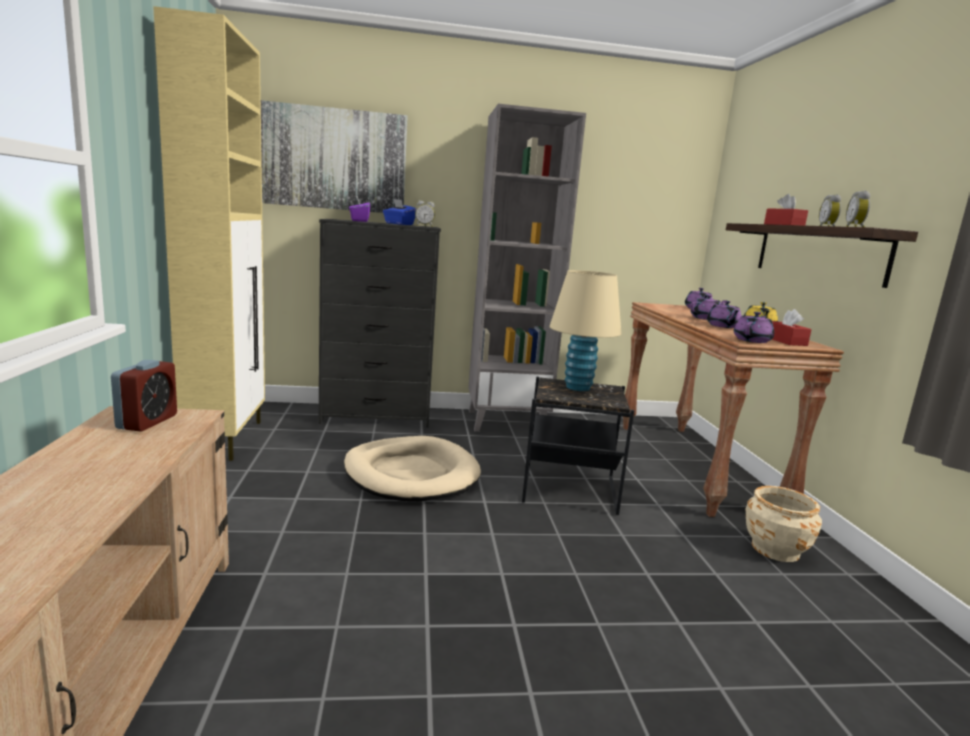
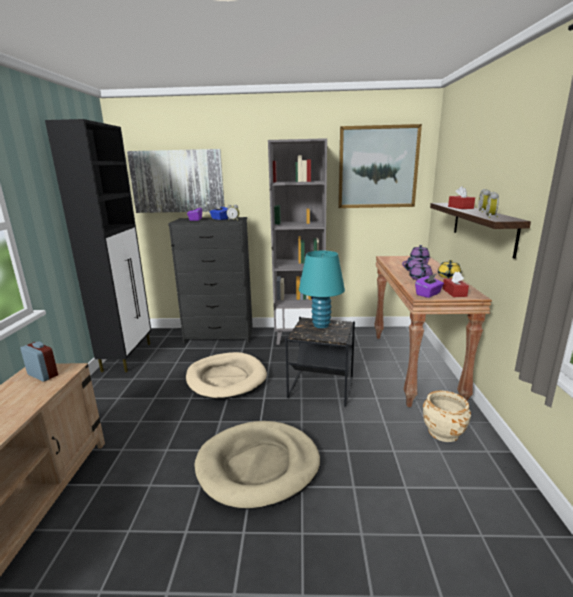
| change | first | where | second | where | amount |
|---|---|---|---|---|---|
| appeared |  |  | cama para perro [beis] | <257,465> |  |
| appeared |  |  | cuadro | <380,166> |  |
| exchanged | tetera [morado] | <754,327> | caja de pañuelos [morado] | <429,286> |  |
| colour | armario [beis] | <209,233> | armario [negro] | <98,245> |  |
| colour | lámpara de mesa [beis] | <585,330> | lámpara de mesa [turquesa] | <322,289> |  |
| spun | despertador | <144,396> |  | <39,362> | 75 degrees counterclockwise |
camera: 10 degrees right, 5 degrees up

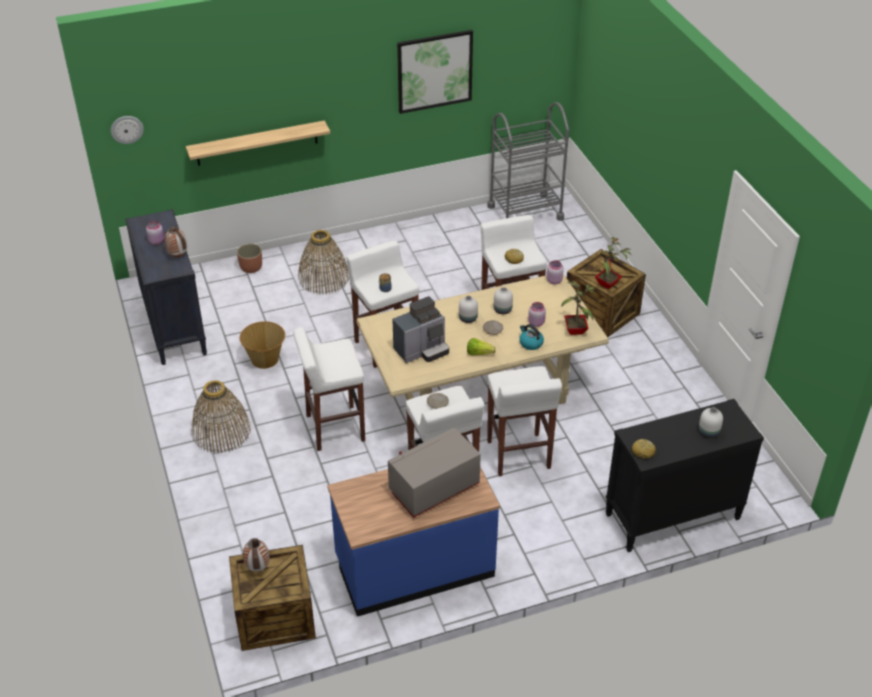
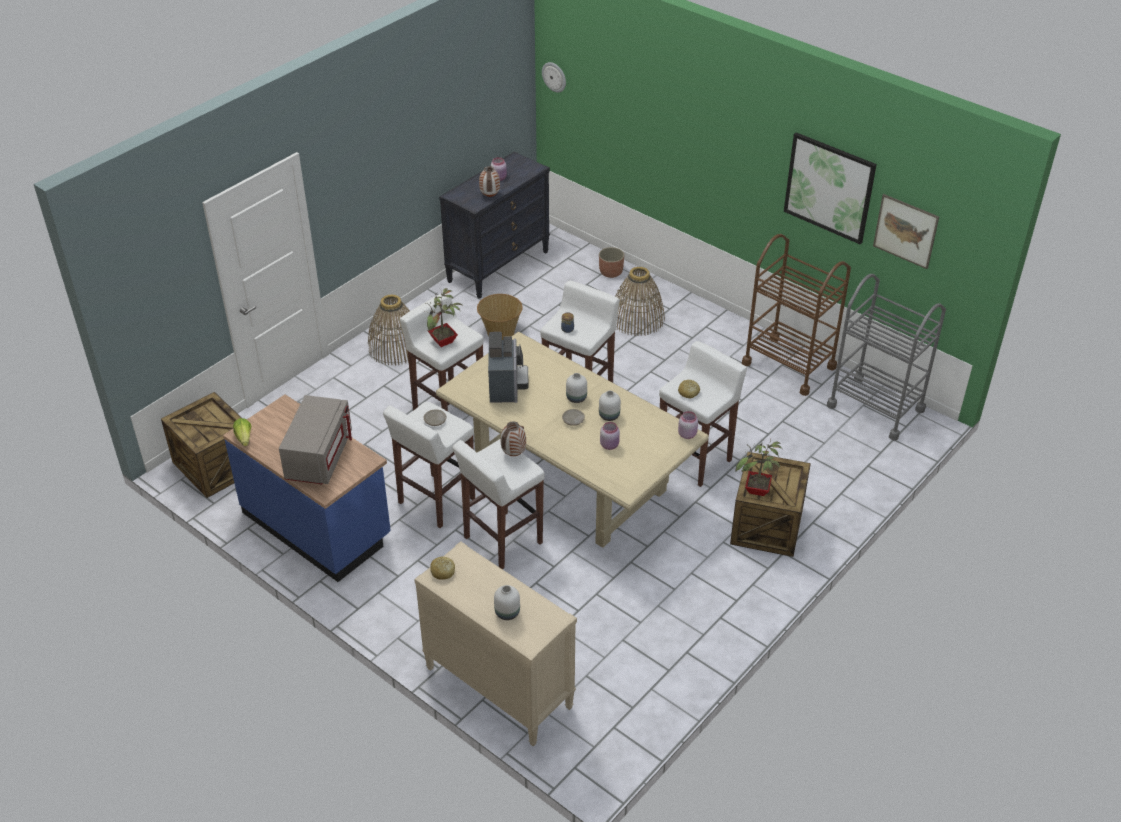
| change | first | where | second | where | amount |
|---|---|---|---|---|---|
| missing | estante | <258,143> |  |  |  |
| missing | hervidor | <531,337> |  |  |  |
| appeared |  |  | carrito [marrón] | <796,315> |  |
| appeared |  |  | cuadro | <906,231> |  |
| relocated | florero | <256,555> |  | <513,438> |  |
| relocated | lechuga | <481,346> |  | <242,432> |  |
| relocated | planta en maceta | <578,308> |  | <443,317> |  |
| colour | cómoda [negro] | <685,475> | cómoda [beis] | <495,643> |  |
| spun | microondas [gris] | <434,473> |  | <315,439> | 75 degrees clockwise |
| spun | cafetera | <420,329> |  | <508,367> | 120 degrees counterclockwise |
camera: 60 degrees right, 0 degrees up

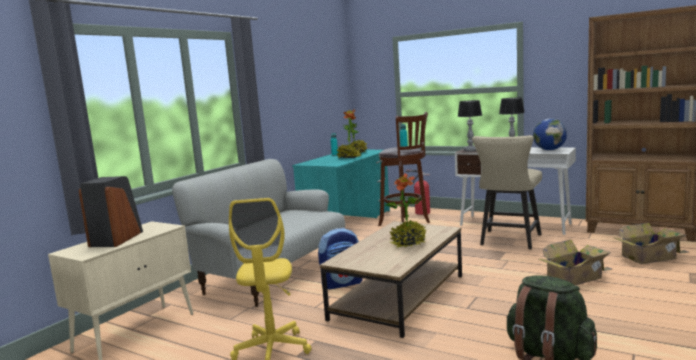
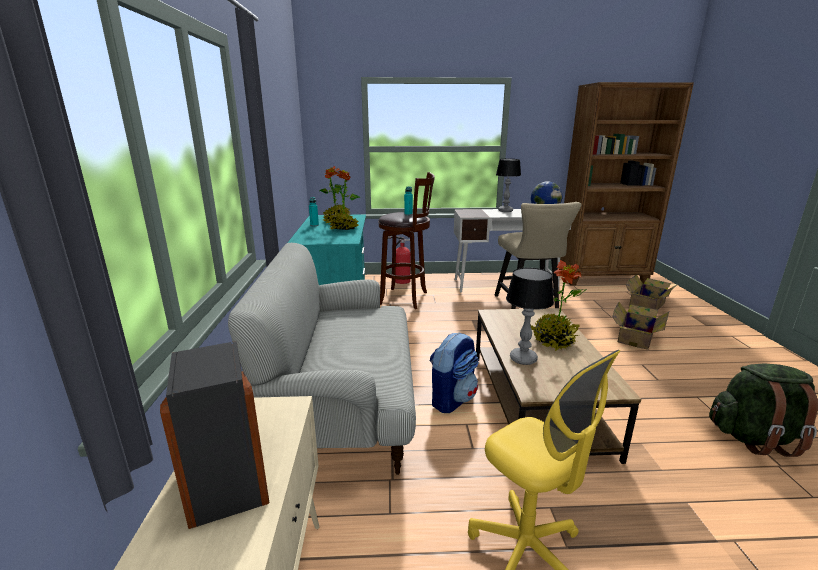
| change | first | where | second | where | amount |
|---|---|---|---|---|---|
| relocated | lámpara de mesa | <470,126> |  | <530,316> |  |
camera: 35 degrees left, 10 degrees up

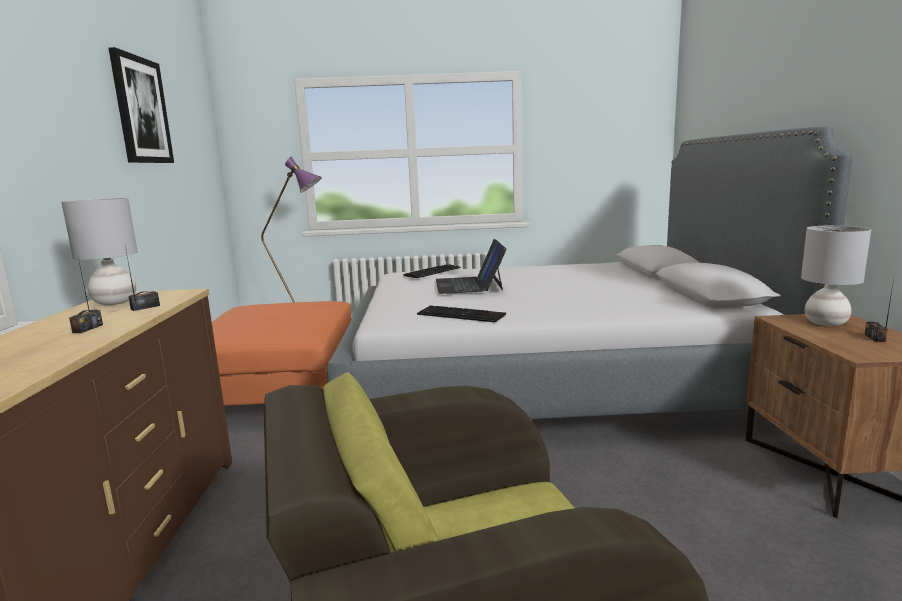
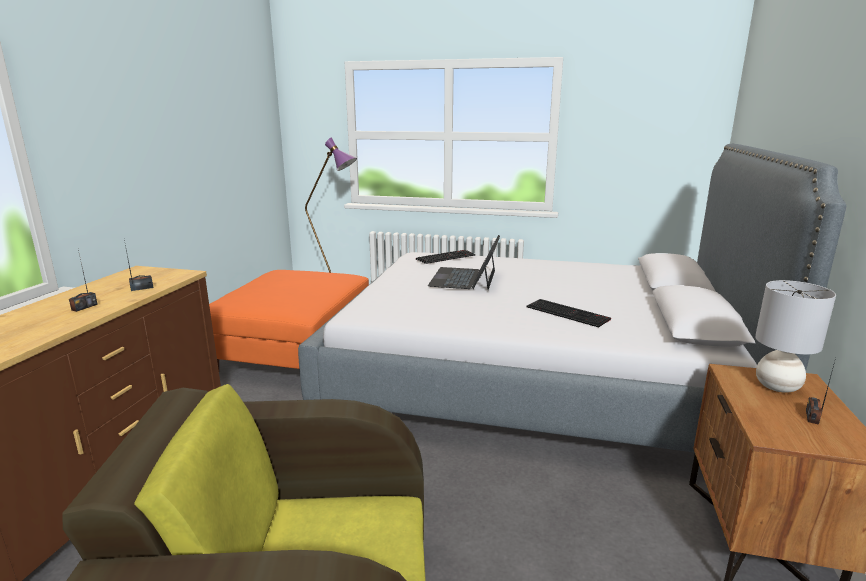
| change | first | where | second | where | amount |
|---|---|---|---|---|---|
| missing | lámpara de mesa [gris] | <99,251> |  |  |  |
| missing | cuadro | <141,105> |  |  |  |
| relocated | teclado | <461,313> |  | <568,313> |  |
camera: 15 degrees right, 5 degrees up

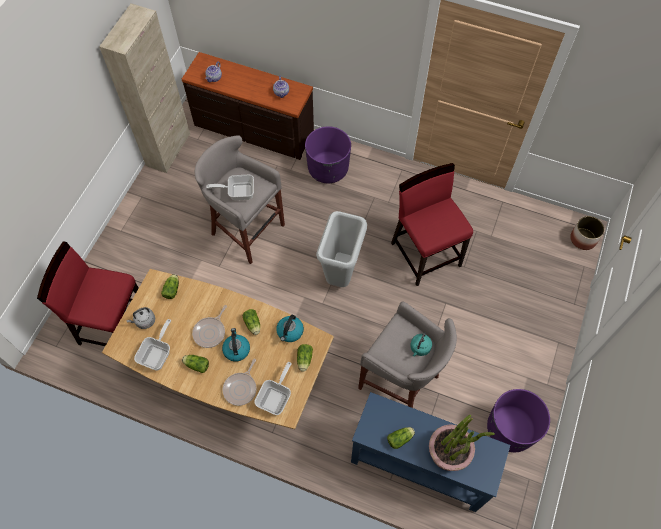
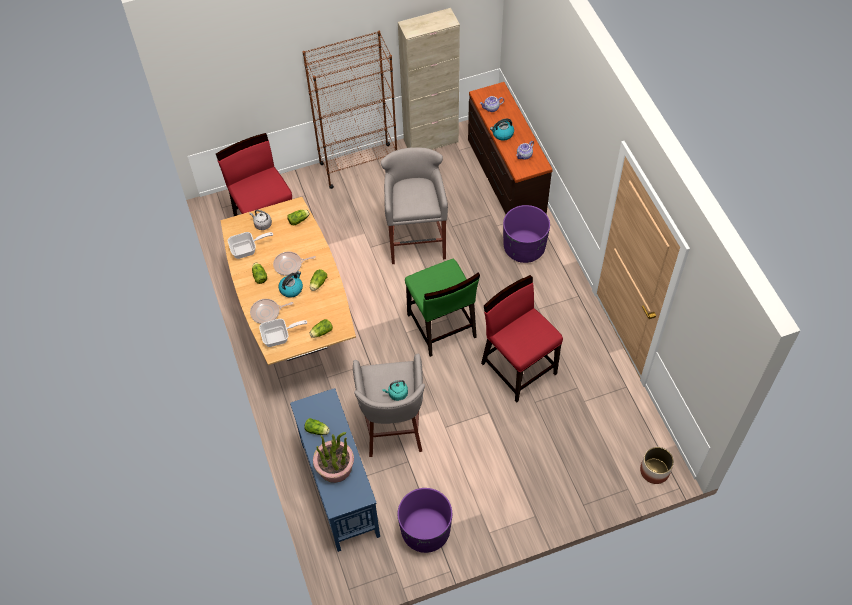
| change | first | where | second | where | amount |
|---|---|---|---|---|---|
| missing | sartén | <230,187> |  |  |  |
| appeared |  |  | estantería [marrón] | <350,110> |  |
| relocated | hervidor | <290,328> |  | <502,130> |  |
| exchanged | papelera [gris] | <341,249> | silla [verde] | <442,308> |  |
| spun | silla [rojo] | <432,224> |  | <522,339> | 60 degrees counterclockwise |
camera: 50 degrees right, 5 degrees down

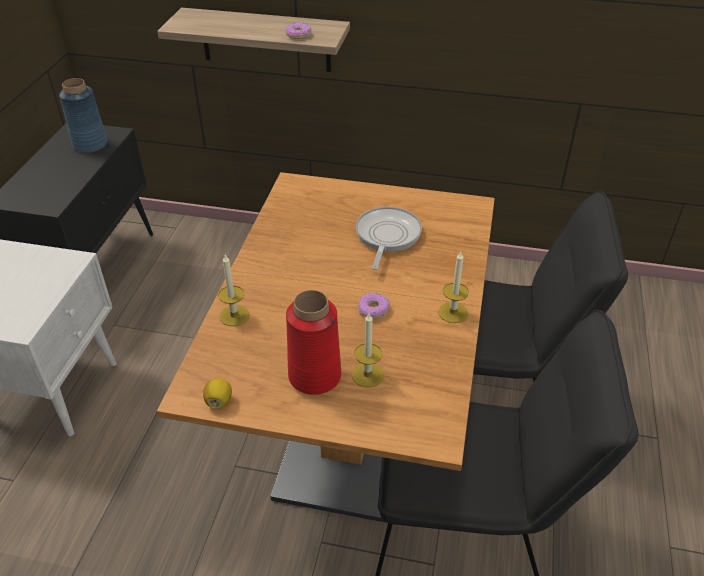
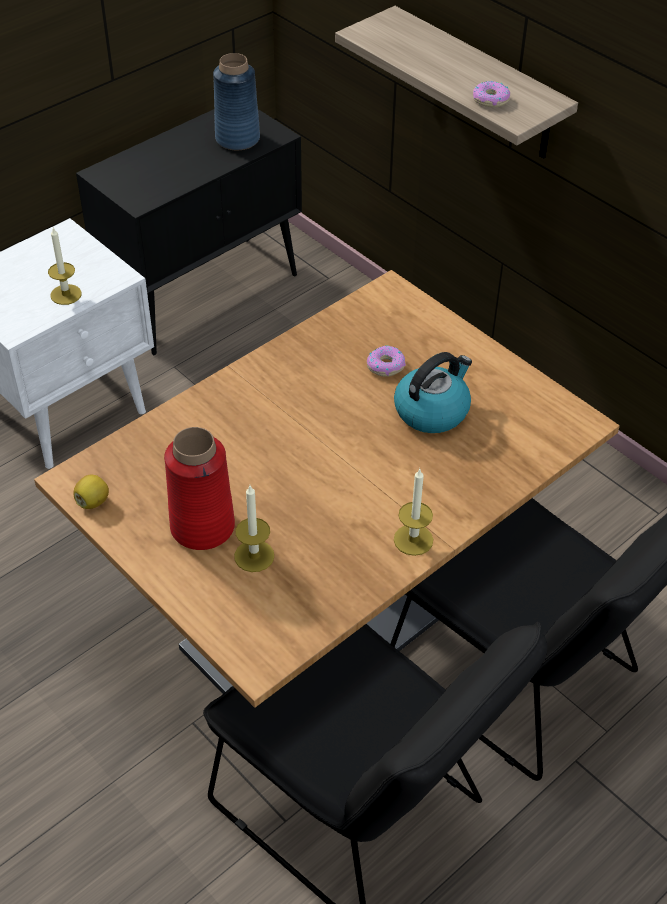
| change | first | where | second | where | amount |
|---|---|---|---|---|---|
| relocated | vela | <234,290> |  | <65,266> |  |
| relocated | rosquilla | <374,306> |  | <386,361> |  |
| exchanged | sartén | <389,238> | hervidor | <433,392> |  |
camera: 35 degrees right, 5 degrees up

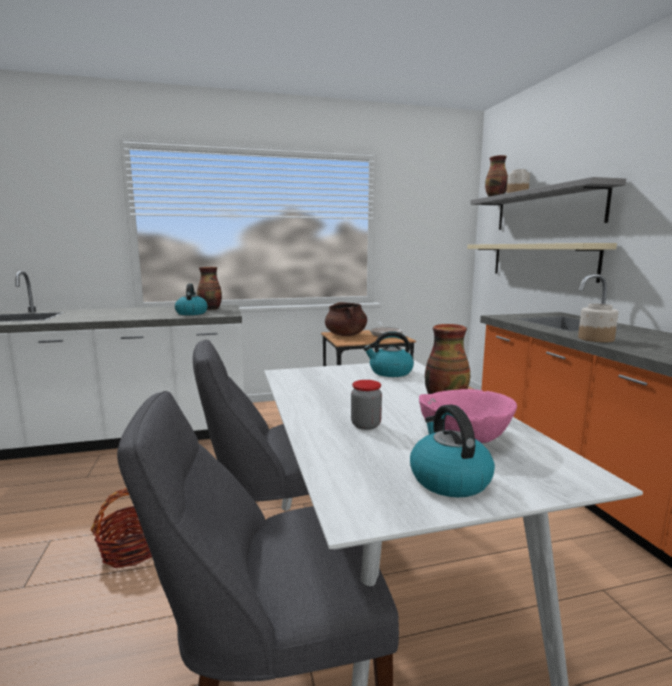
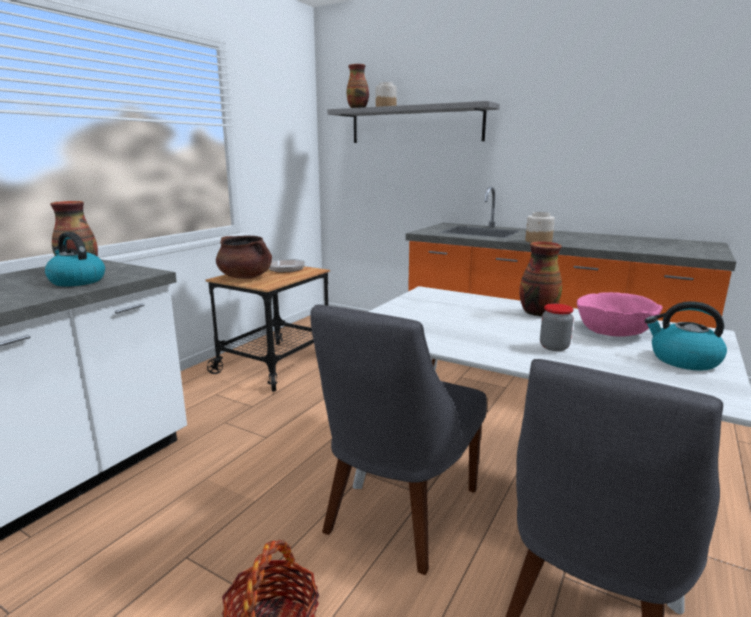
| change | first | where | second | where | amount |
|---|---|---|---|---|---|
| missing | hervidor | <388,354> |  |  |  |
| missing | estante [beis] | <542,263> |  |  |  |
camera: 45 degrees left, 5 degrees up

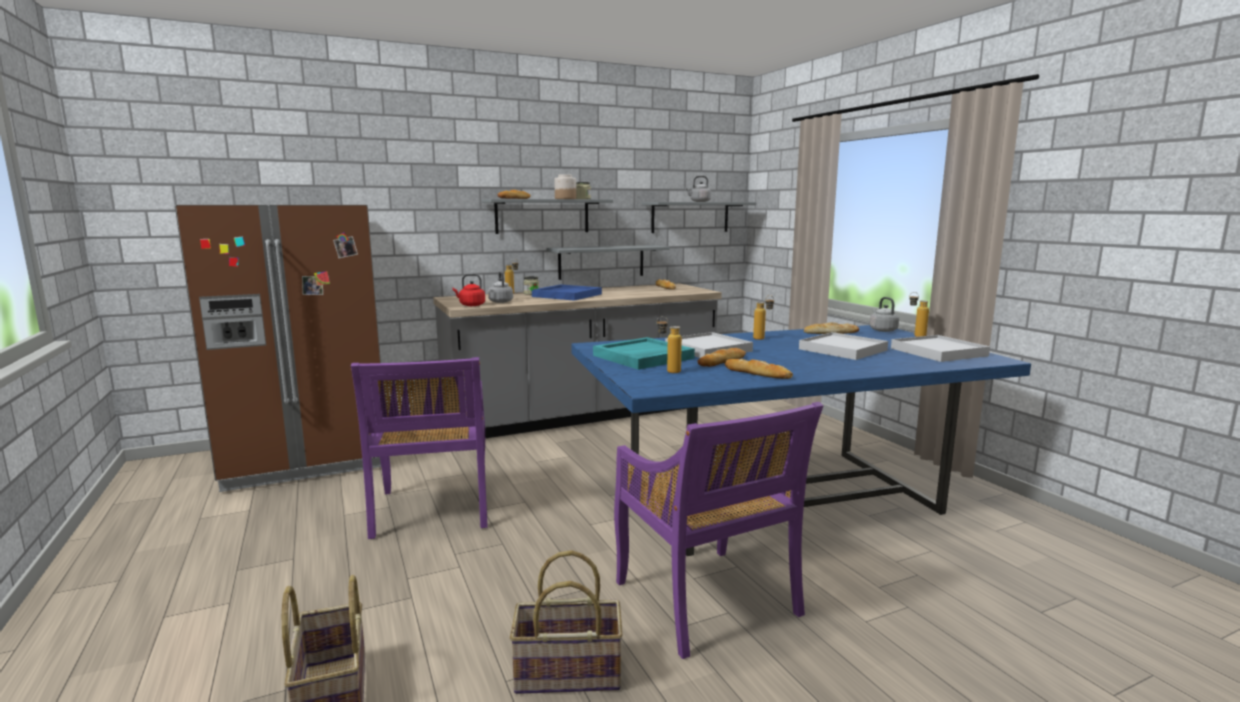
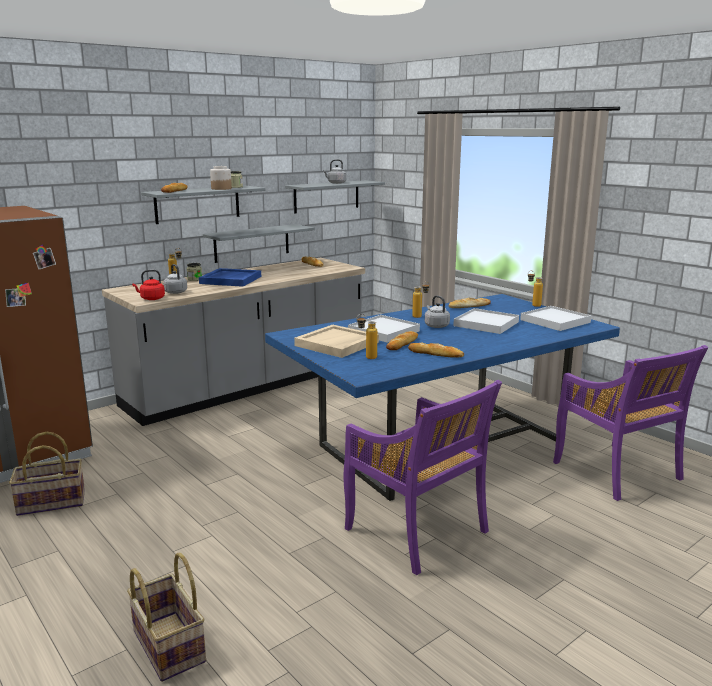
| change | first | where | second | where | amount |
|---|---|---|---|---|---|
| relocated | silla [morado] | <419,448> |  | <630,423> |  |
| relocated | cesta | <566,622> |  | <47,474> |  |
| relocated | hervidor [gris] | <884,314> |  | <437,311> |  |
| colour | bandeja [turquesa] | <644,353> | bandeja [beis] | <336,341> |  |
camera: 15 degrees left, 5 degrees up

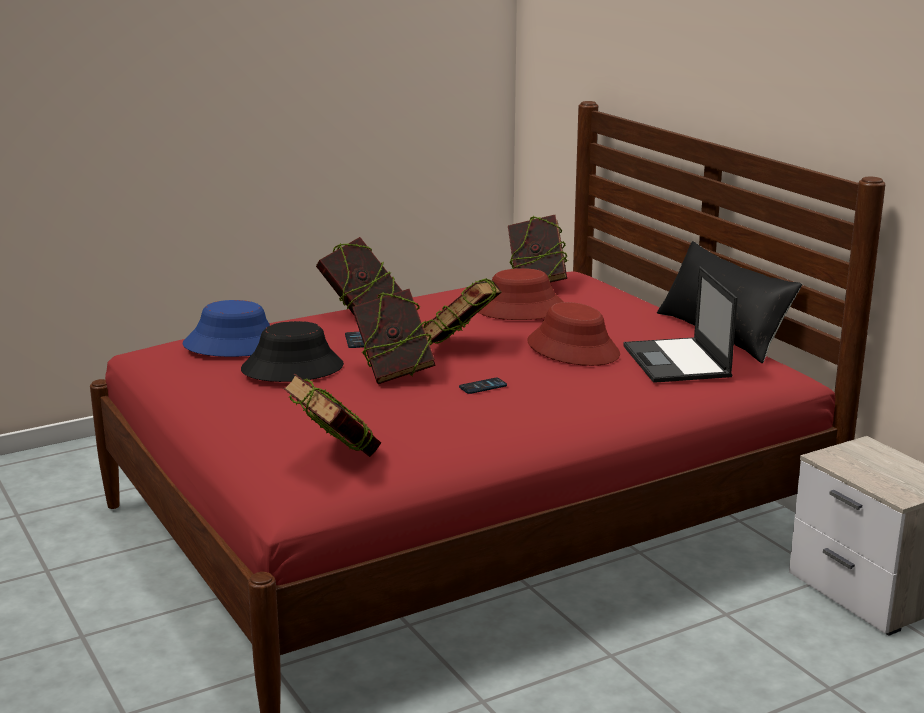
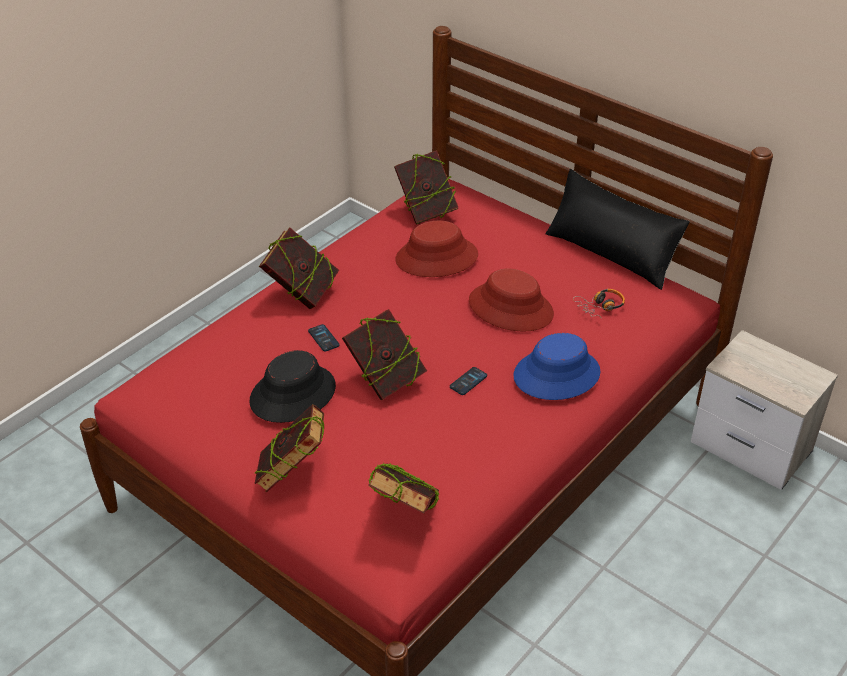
| change | first | where | second | where | amount |
|---|---|---|---|---|---|
| relocated | sombrero [azul] | <226,328> |  | <557,366> |  |
| relocated | libro | <462,311> |  | <289,448> |  |
| exchanged | portátil | <680,325> | auriculares | <599,303> |  |
camera: 20 degrees left, 20 degrees up

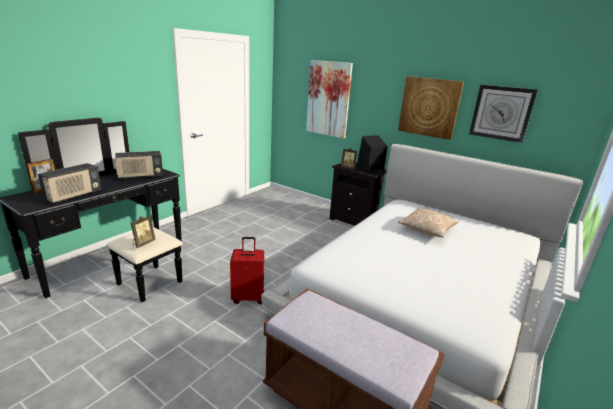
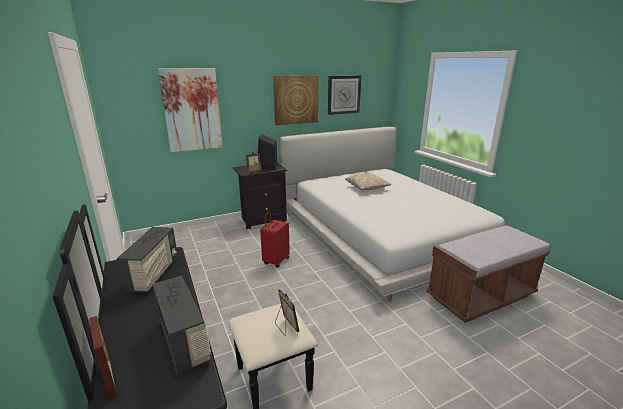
| change | first | where | second | where | amount |
|---|---|---|---|---|---|
| relocated | maleta [rojo] | <247,270> |  | <275,240> |  |
camera: 60 degrees left, 0 degrees up

